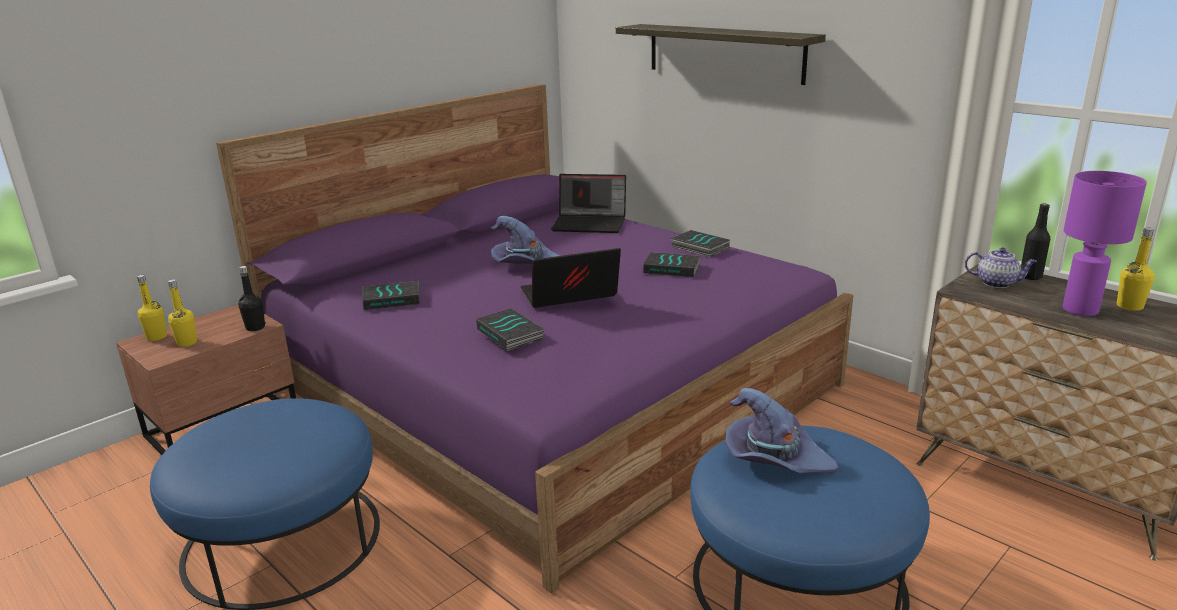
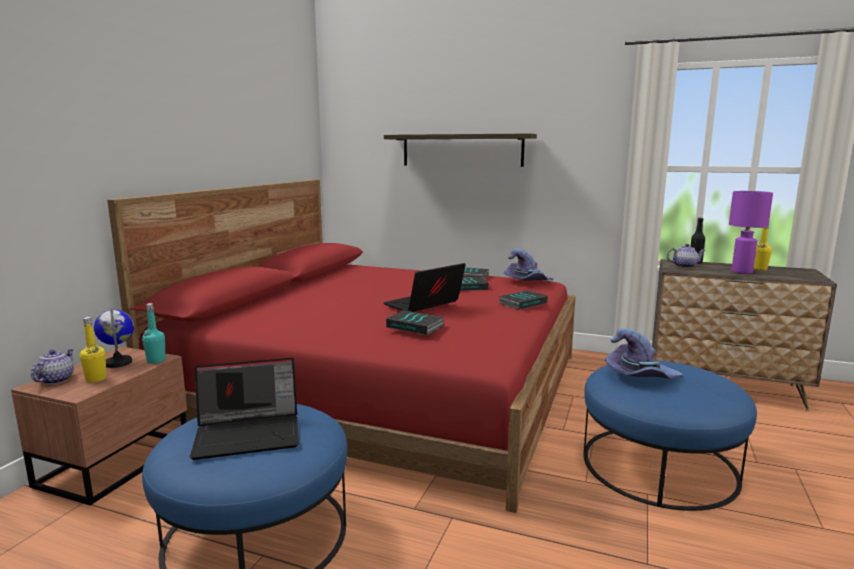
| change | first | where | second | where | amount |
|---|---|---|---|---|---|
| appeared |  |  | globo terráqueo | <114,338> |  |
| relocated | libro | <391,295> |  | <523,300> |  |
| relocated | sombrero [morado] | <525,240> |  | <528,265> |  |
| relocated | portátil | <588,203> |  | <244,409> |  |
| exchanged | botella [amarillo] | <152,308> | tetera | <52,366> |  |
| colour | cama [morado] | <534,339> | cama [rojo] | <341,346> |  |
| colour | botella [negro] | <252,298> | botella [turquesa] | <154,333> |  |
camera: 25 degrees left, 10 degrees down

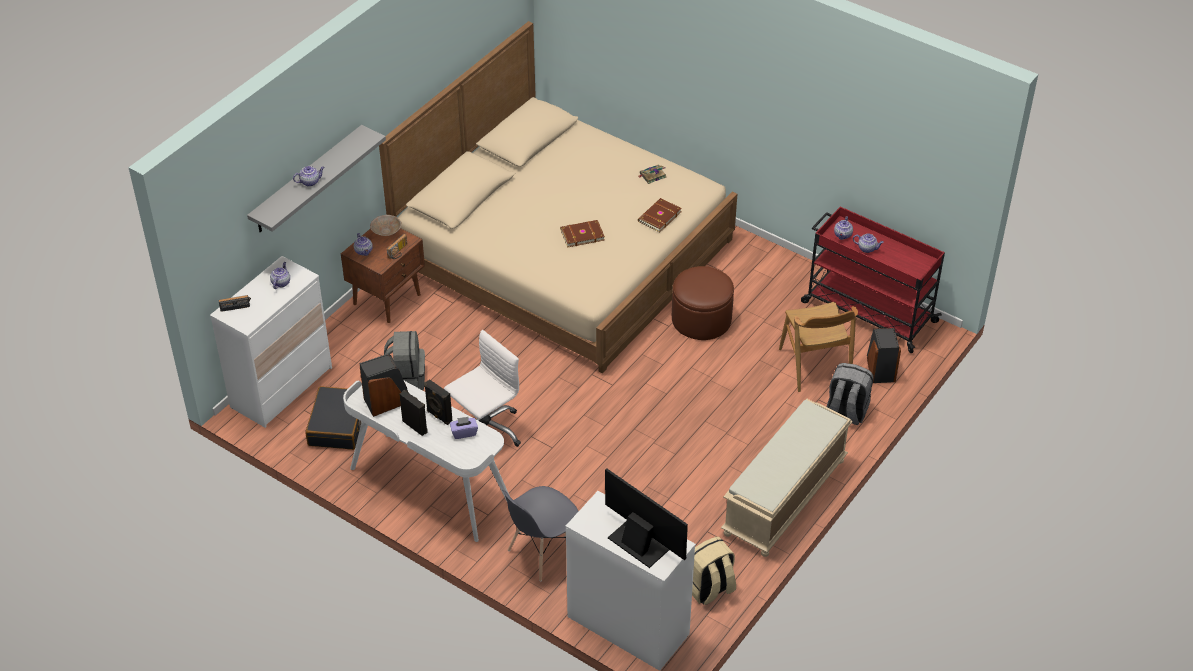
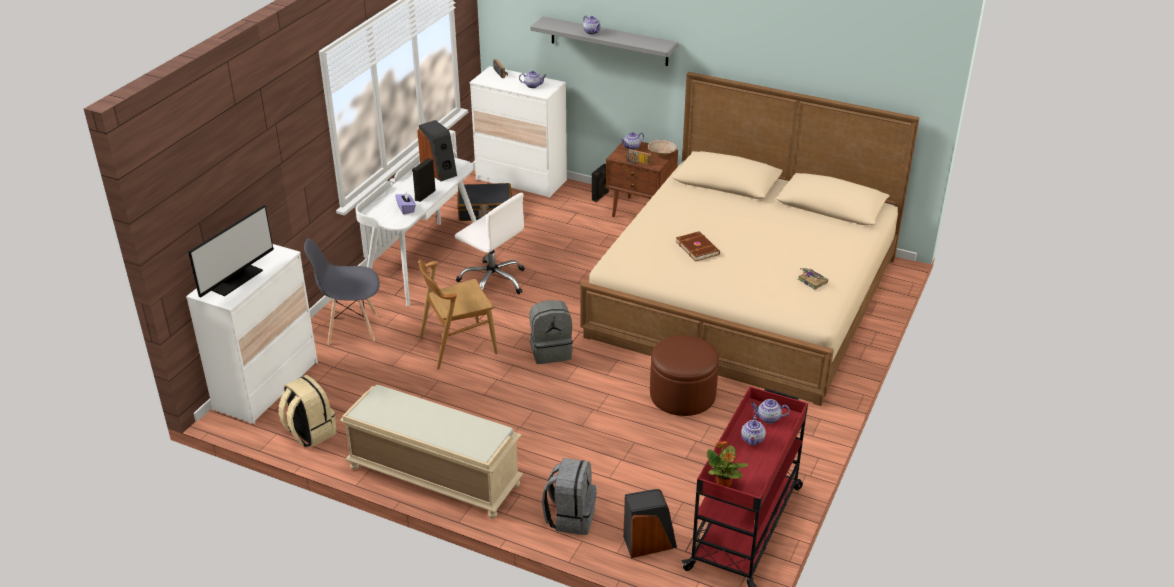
| change | first | where | second | where | amount |
|---|---|---|---|---|---|
| missing | libro [marrón] | <660,215> |  |  |  |
| appeared |  |  | planta en maceta | <727,464> |  |
| relocated | mochila [gris] | <404,360> |  | <551,332> |  |
| relocated | altavoz [negro] | <413,413> |  | <600,183> |  |
| relocated | silla [marrón] | <818,347> |  | <458,315> |  |
| spun | silla [gris] | <540,533> |  | <342,291> | 45 degrees counterclockwise |
camera: 80 degrees right, 10 degrees down

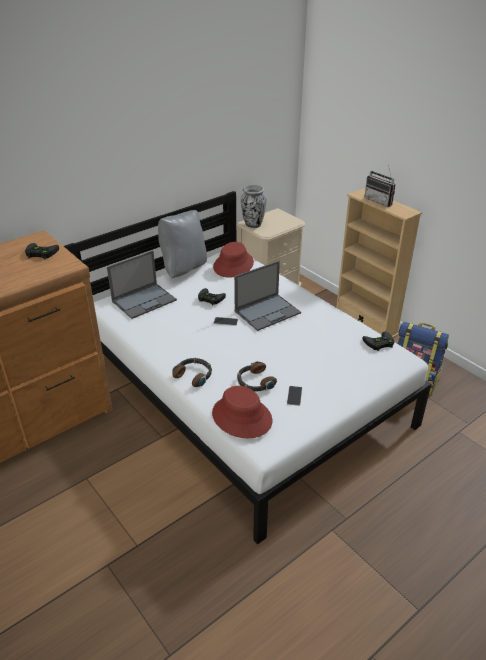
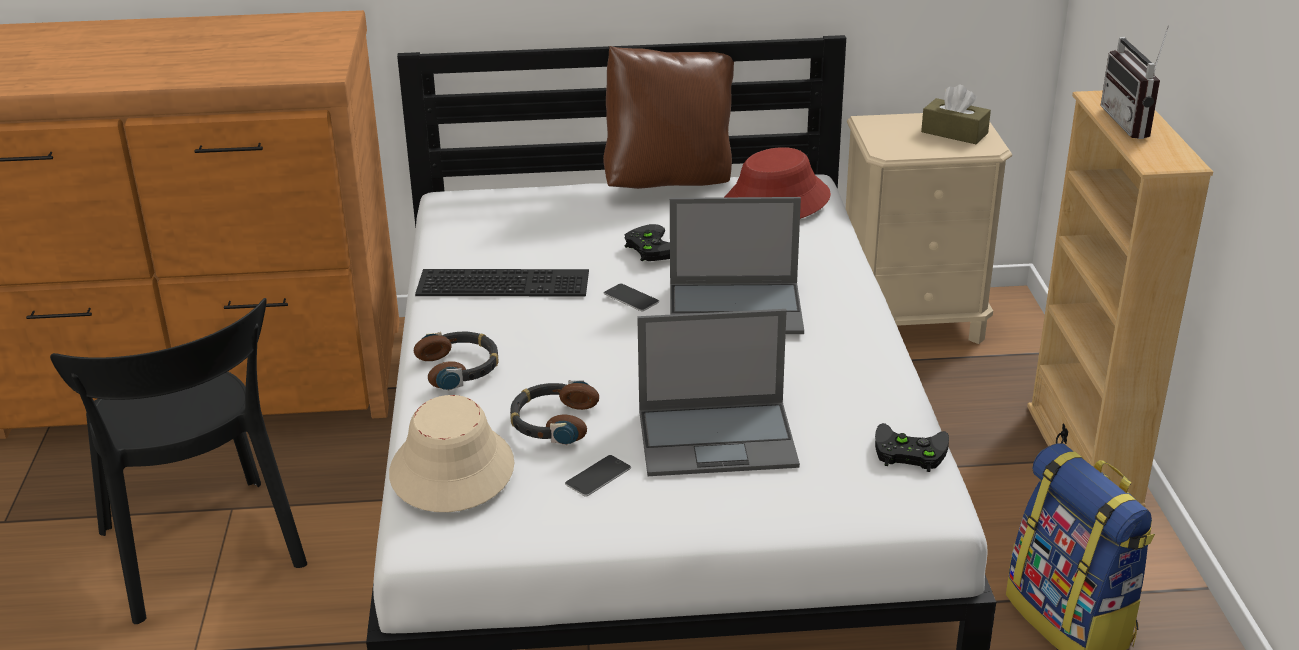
| change | first | where | second | where | amount |
|---|---|---|---|---|---|
| missing | mando de consola [negro] | <42,251> |  |  |  |
| missing | florero | <253,206> |  |  |  |
| appeared |  |  | silla [negro] | <178,461> |  |
| appeared |  |  | teclado | <502,282> |  |
| appeared |  |  | caja de pañuelos [marrón] | <956,114> |  |
| relocated | portátil | <142,285> |  | <718,392> |  |
| colour | cojín [gris] | <182,244> | cojín [marrón] | <668,117> |  |
| colour | sombrero [rojo] | <242,412> | sombrero [beis] | <451,453> |  |
camera: 35 degrees right, 5 degrees down

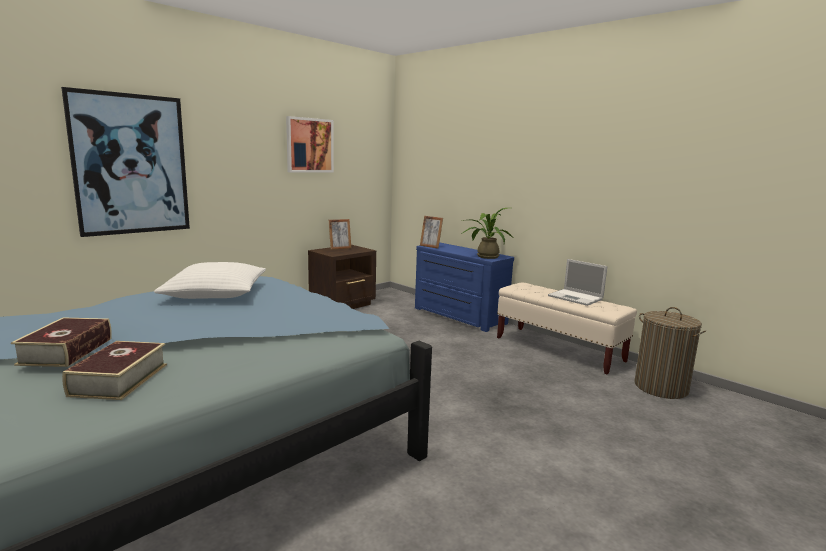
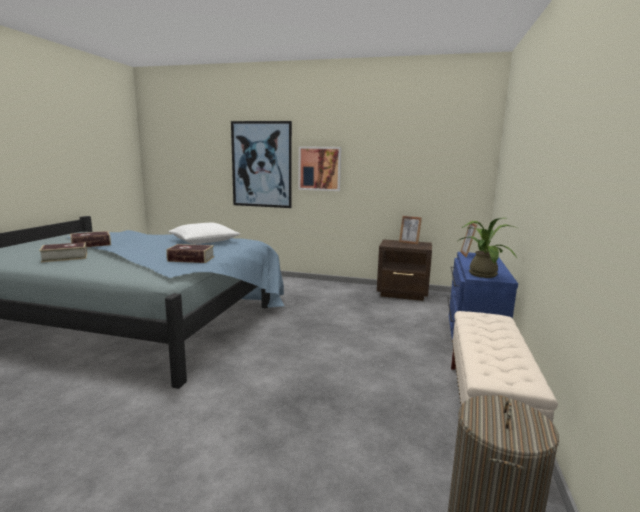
| change | first | where | second | where | amount |
|---|---|---|---|---|---|
| missing | portátil | <577,282> |  |  |  |
| appeared |  |  | libro | <190,253> |  |
| relocated | cuadro | <310,144> |  | <319,168> |  |
camera: 60 degrees right, 0 degrees up

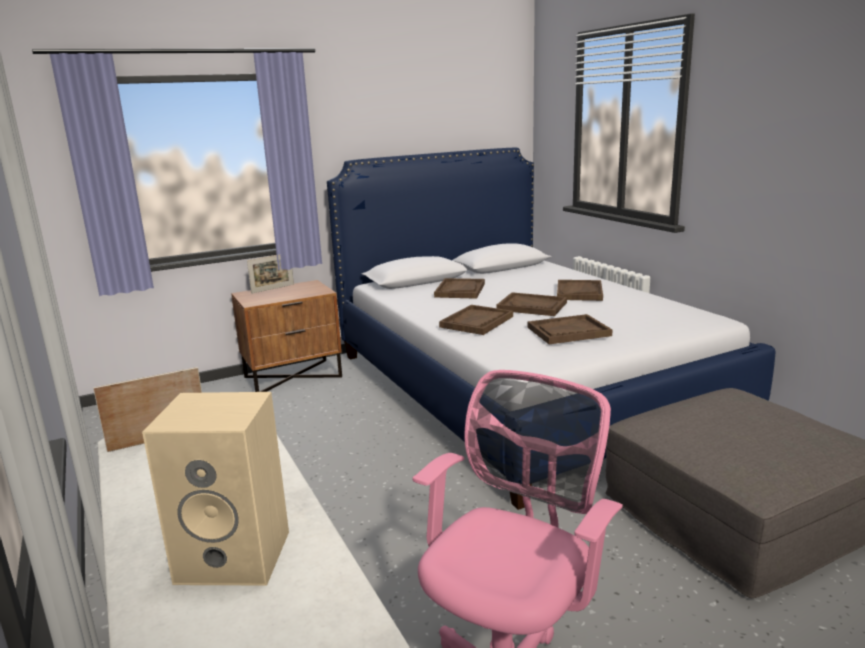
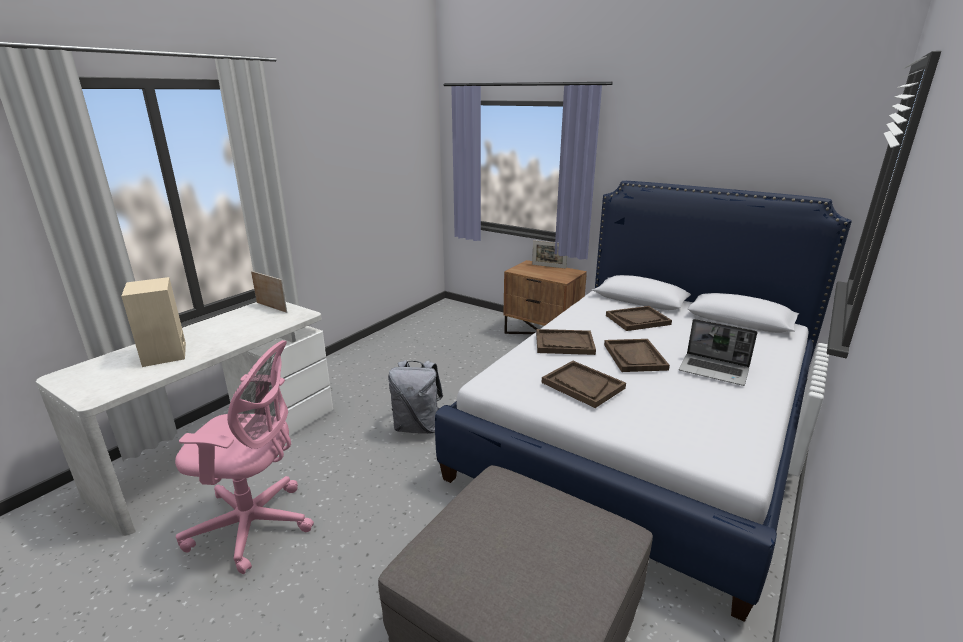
| change | first | where | second | where | amount |
|---|---|---|---|---|---|
| appeared |  |  | mochila [gris] | <415,397> |  |
| exchanged | bandeja [marrón] | <580,290> | portátil | <718,352> |  |
camera: 60 degrees right, 5 degrees up

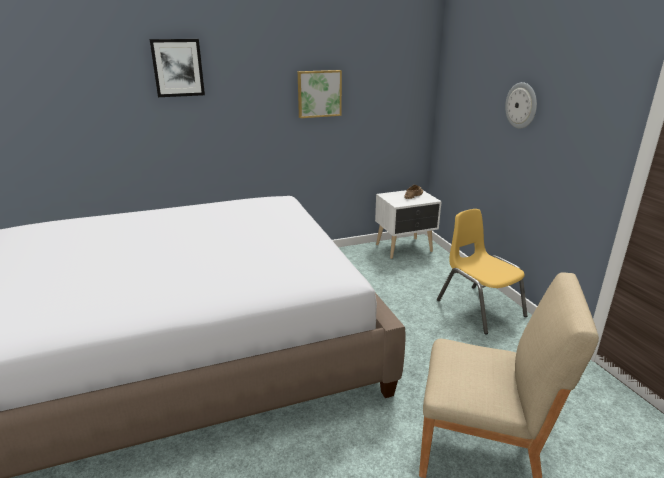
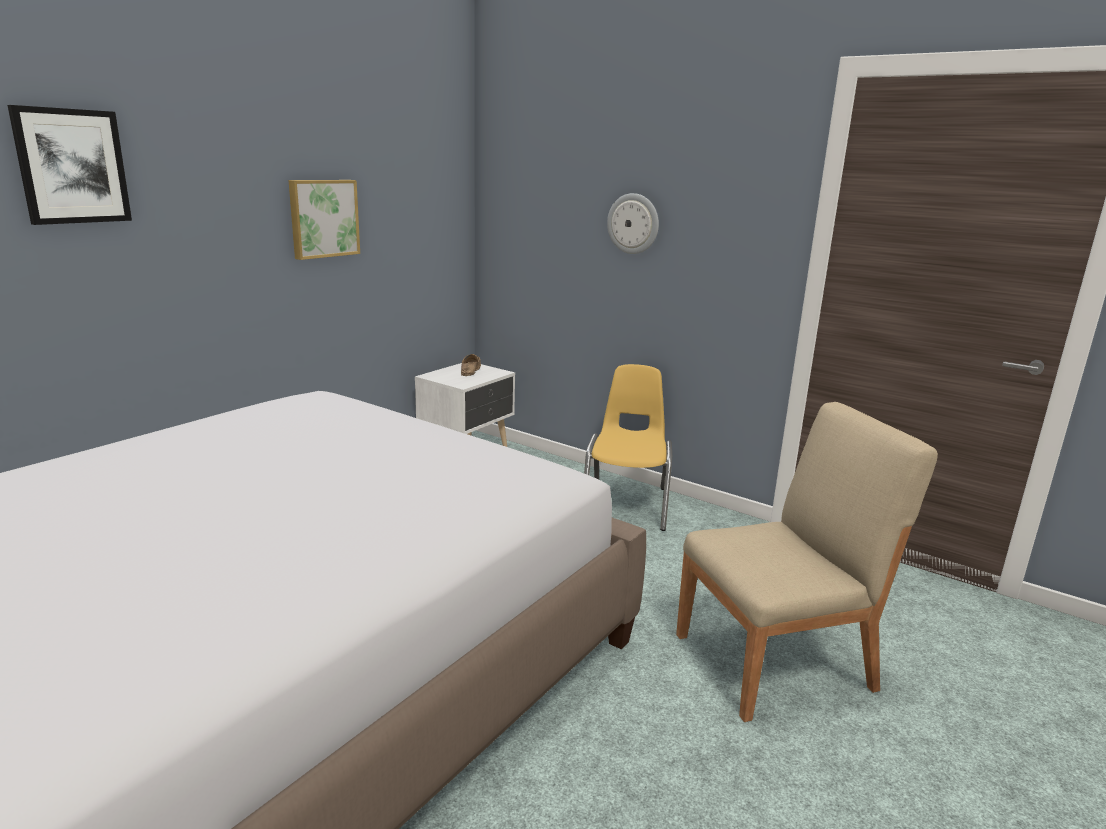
| change | first | where | second | where | amount |
|---|---|---|---|---|---|
| spun | silla [amarillo] | <482,271> |  | <628,447> | 75 degrees clockwise |
camera: 35 degrees left, 5 degrees down

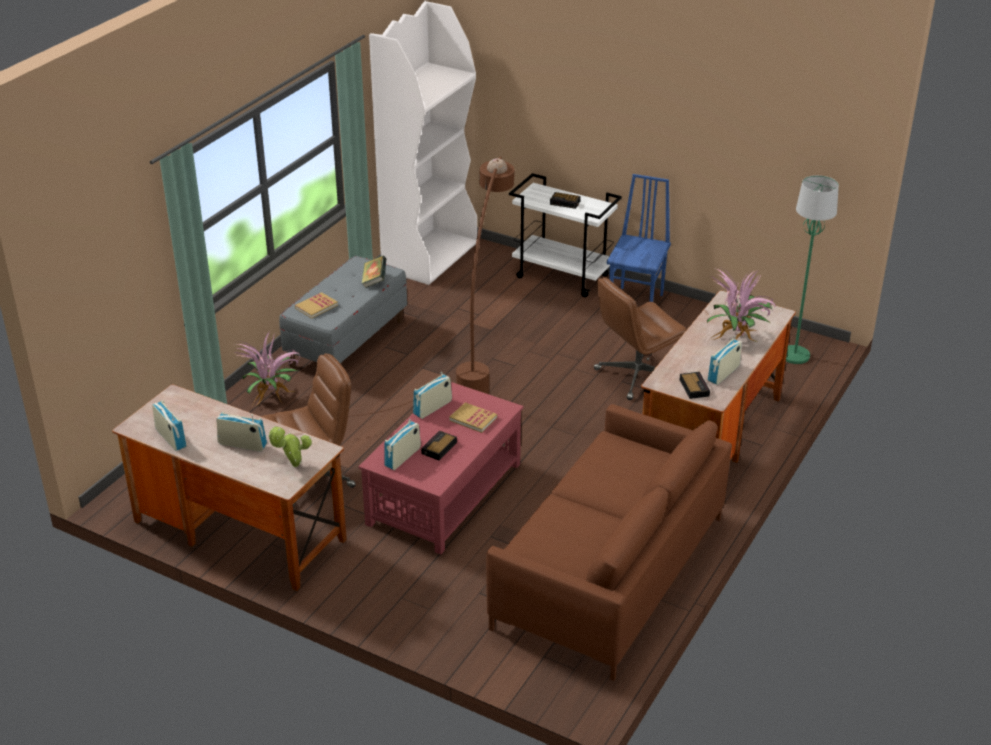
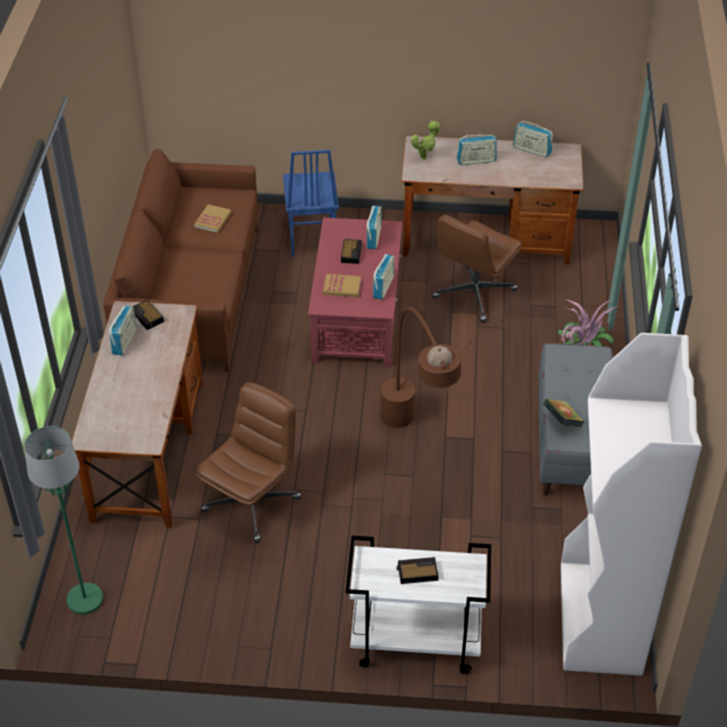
| change | first | where | second | where | amount |
|---|---|---|---|---|---|
| missing | planta en maceta | <741,304> |  |  |  |
| relocated | libro | <316,305> |  | <212,218> |  |
| relocated | silla [azul] | <639,238> |  | <311,203> |  |
camera: 155 degrees right, 10 degrees up

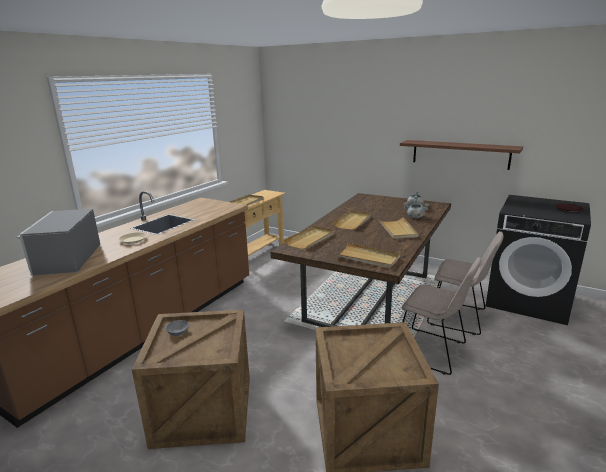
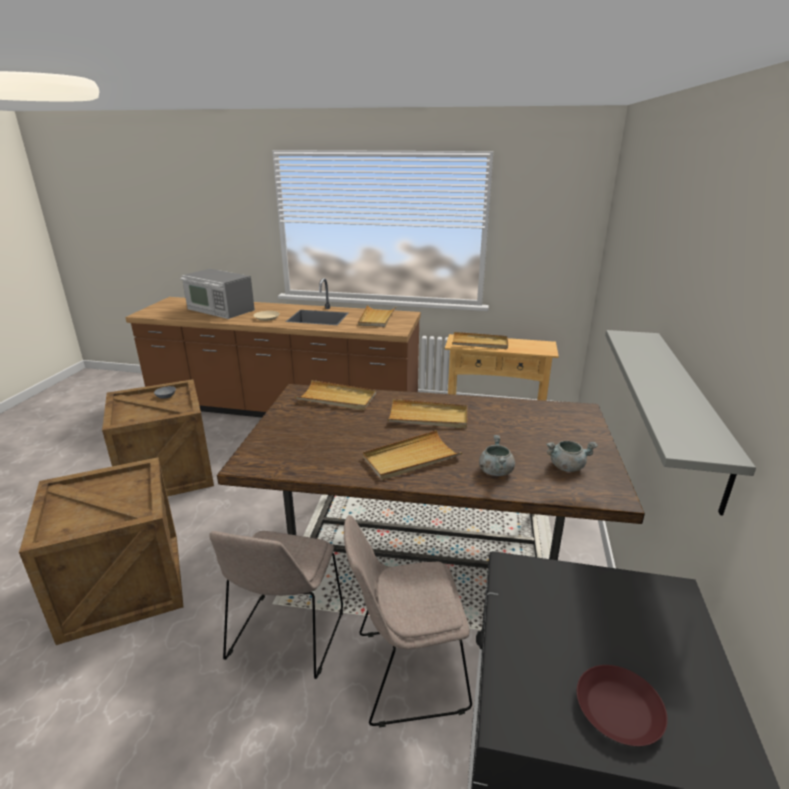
| change | first | where | second | where | amount |
|---|---|---|---|---|---|
| relocated | bandeja [beis] | <367,256> |  | <377,316> |  |
| colour | estante [marrón] | <461,155> | estante [gris] | <680,423> |  |
| spun | microondas | <58,242> |  | <217,294> | 120 degrees counterclockwise |
| spun | silla [beis] | <465,283> |  | <408,621> | 75 degrees clockwise |
camera: 70 degrees right, 5 degrees up

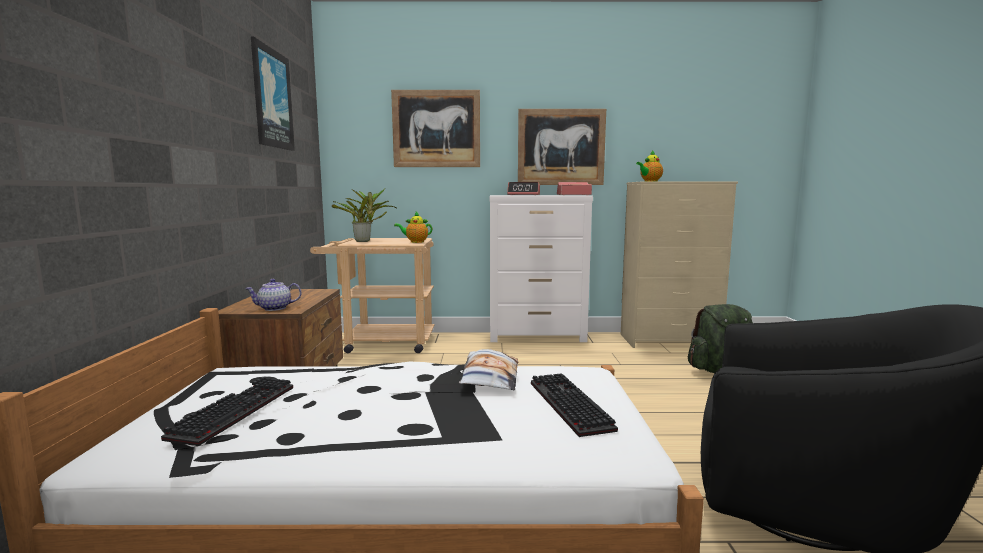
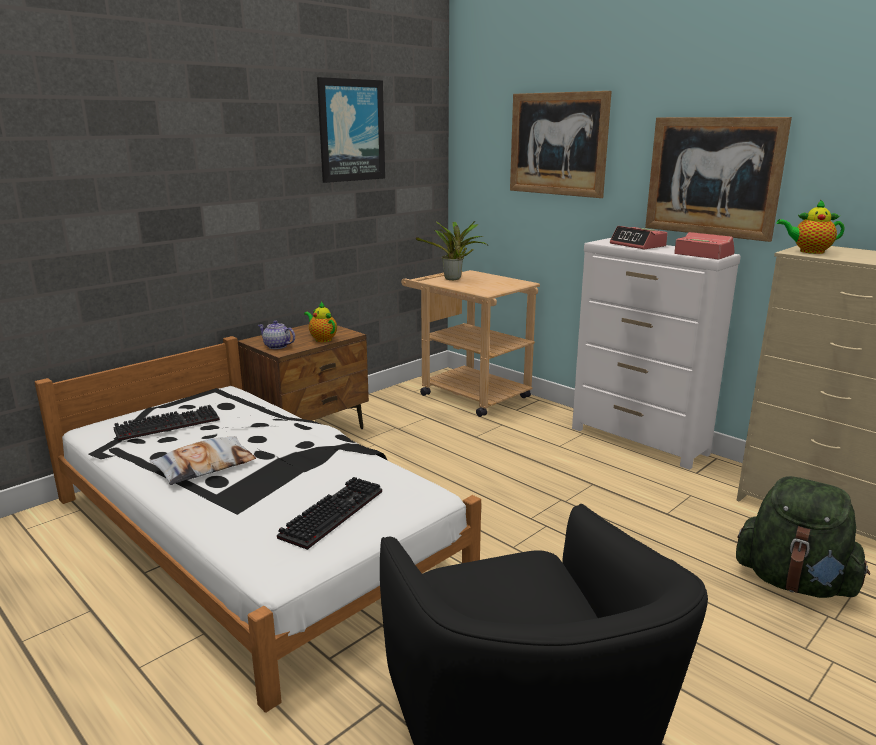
| change | first | where | second | where | amount |
|---|---|---|---|---|---|
| relocated | tetera | <413,227> |  | <320,322> |  |
| relocated | cojín | <488,369> |  | <202,460> |  |
camera: 45 degrees right, 10 degrees up

